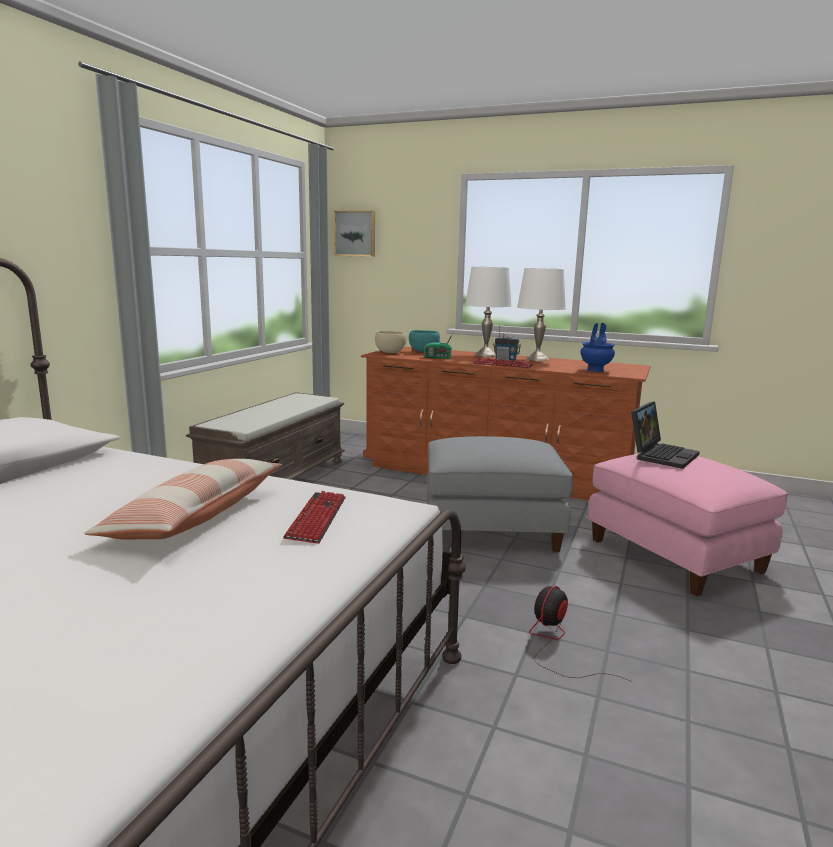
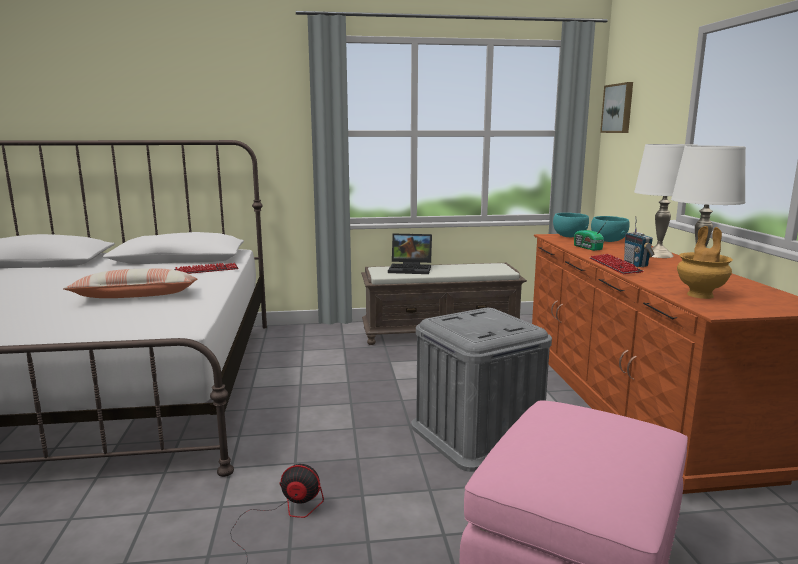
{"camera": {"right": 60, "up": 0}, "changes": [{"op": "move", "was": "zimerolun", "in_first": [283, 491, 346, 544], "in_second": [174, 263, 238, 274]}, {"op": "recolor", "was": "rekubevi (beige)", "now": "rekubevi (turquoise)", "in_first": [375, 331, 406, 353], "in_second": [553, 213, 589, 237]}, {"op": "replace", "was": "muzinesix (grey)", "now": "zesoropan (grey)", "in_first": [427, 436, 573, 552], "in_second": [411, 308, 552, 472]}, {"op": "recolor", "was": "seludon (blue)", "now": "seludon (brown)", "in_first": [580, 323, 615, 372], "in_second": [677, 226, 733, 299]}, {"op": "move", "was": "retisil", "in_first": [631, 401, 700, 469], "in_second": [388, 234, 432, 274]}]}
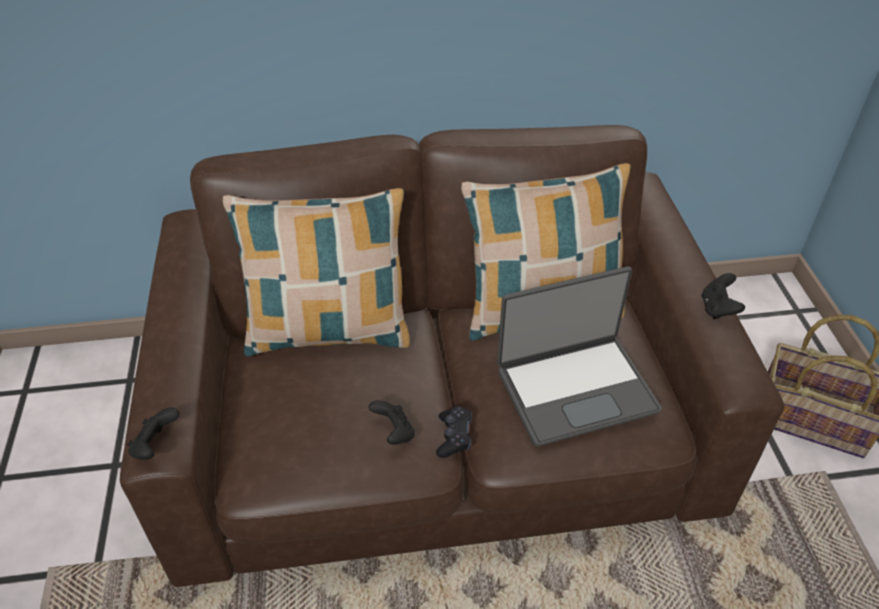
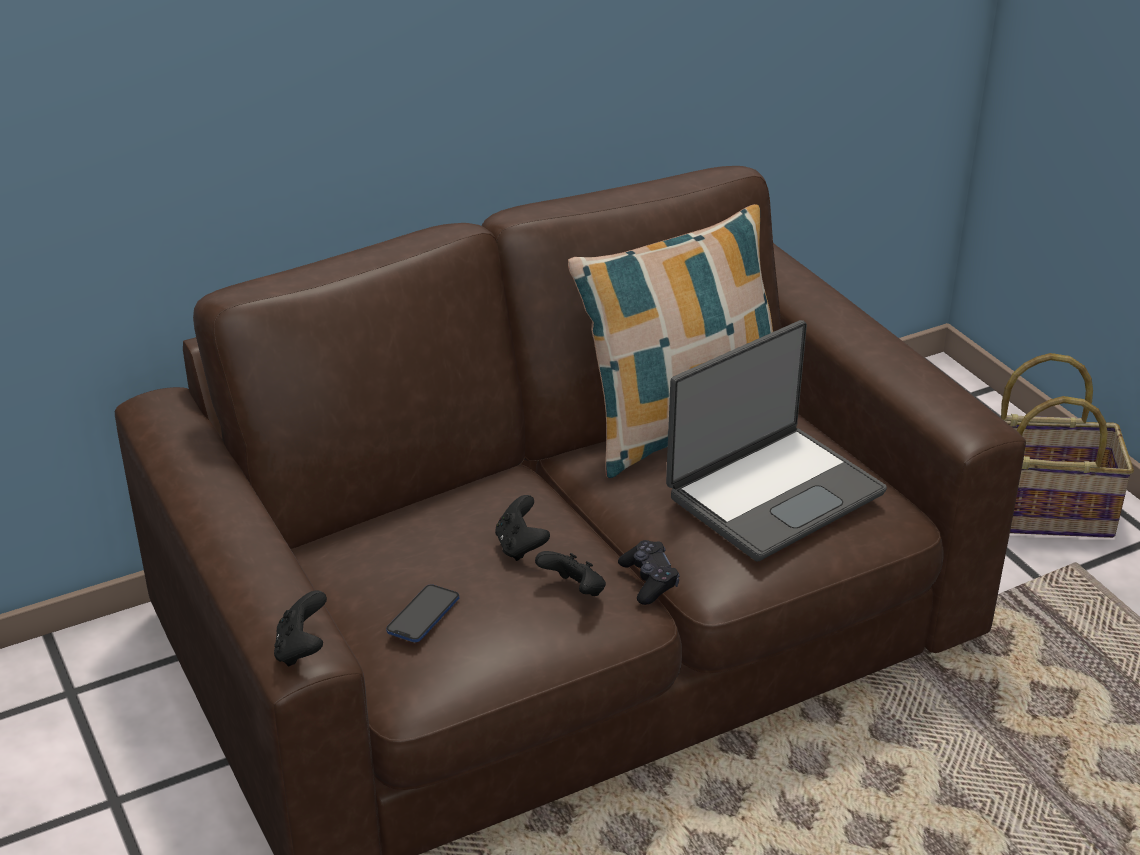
{"camera": {"right": -20, "up": -10}, "changes": [{"op": "delete", "was": "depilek", "in_first": [223, 188, 410, 356]}, {"op": "move", "was": "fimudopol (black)", "in_first": [702, 273, 745, 319], "in_second": [495, 495, 550, 561]}, {"op": "insert", "now": "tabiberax", "in_second": [386, 584, 459, 642]}]}
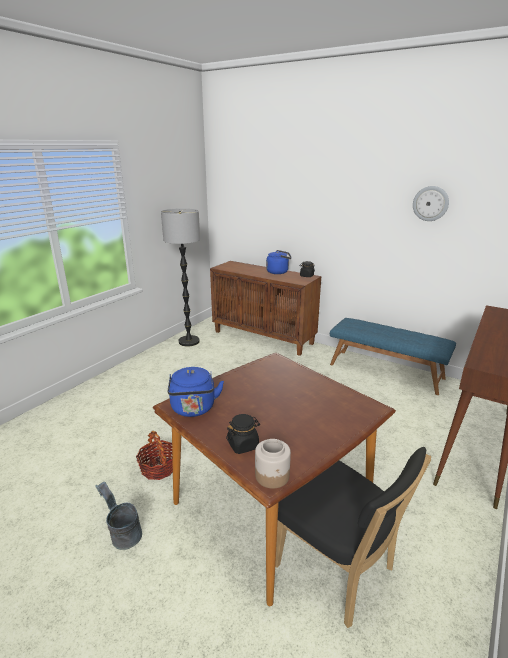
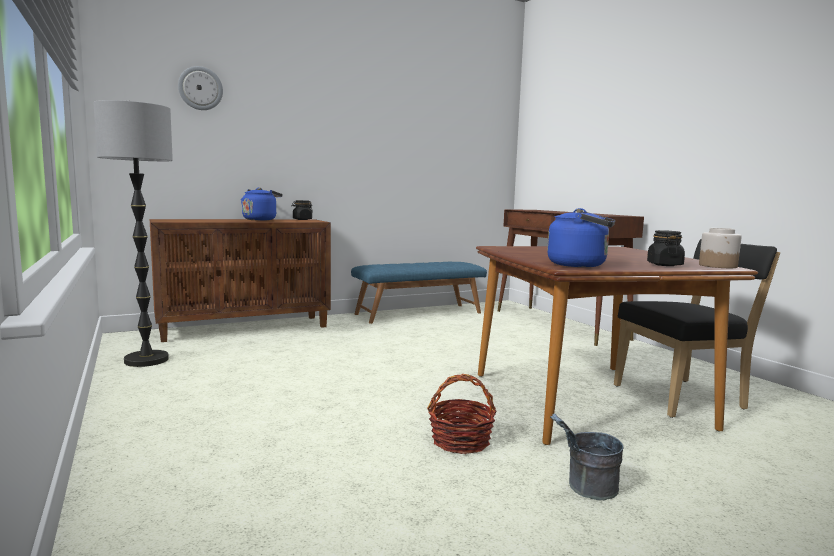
{"camera": {"right": -60, "up": -15}, "changes": [{"op": "move", "was": "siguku", "in_first": [413, 186, 449, 221], "in_second": [178, 66, 223, 110]}]}
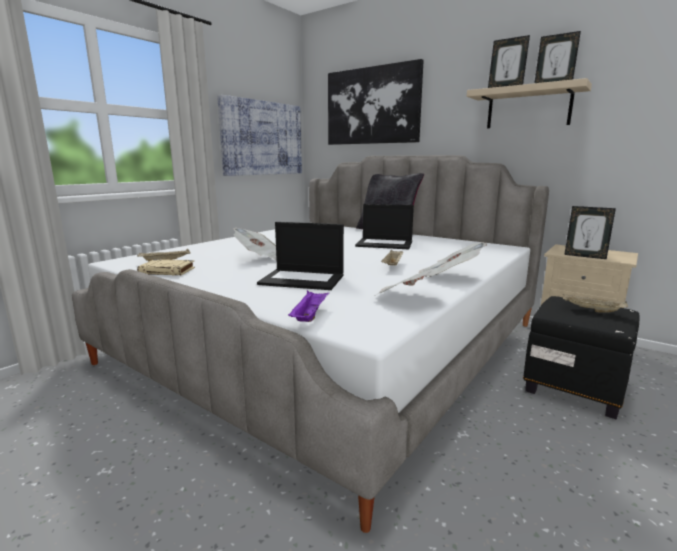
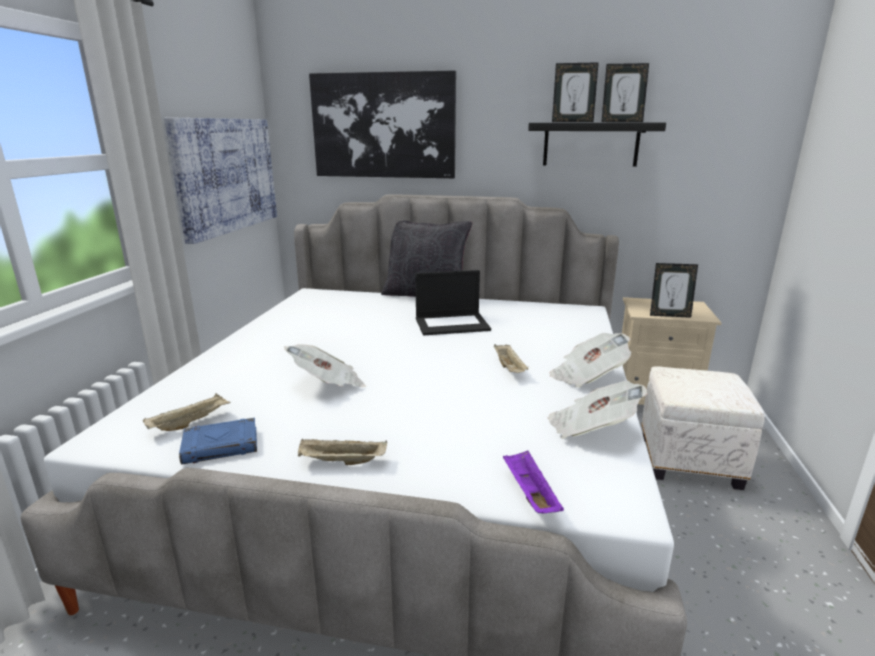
{"camera": {"right": -25, "up": 5}, "changes": [{"op": "recolor", "was": "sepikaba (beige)", "now": "sepikaba (blue)", "in_first": [137, 259, 195, 276], "in_second": [179, 418, 257, 465]}, {"op": "delete", "was": "retisil", "in_first": [257, 222, 344, 290]}, {"op": "recolor", "was": "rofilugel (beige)", "now": "rofilugel (black)", "in_first": [467, 78, 592, 128], "in_second": [528, 123, 666, 167]}, {"op": "recolor", "was": "muzinesix (black)", "now": "muzinesix (white)", "in_first": [523, 296, 640, 420], "in_second": [641, 366, 765, 490]}, {"op": "move", "was": "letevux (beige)", "in_first": [562, 294, 628, 313], "in_second": [298, 439, 387, 465]}]}
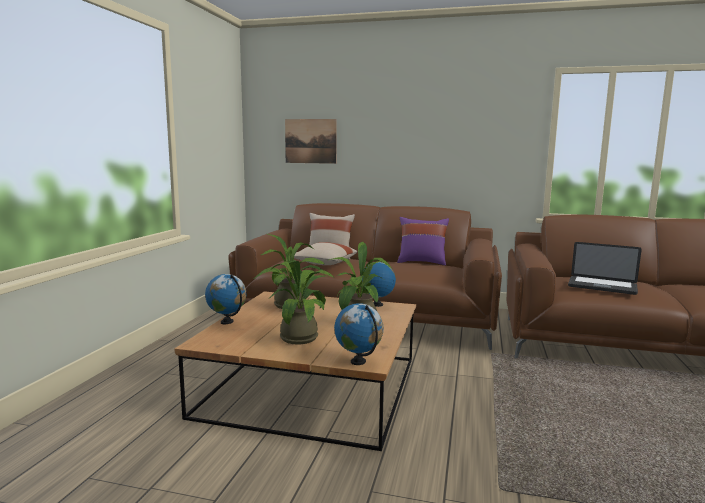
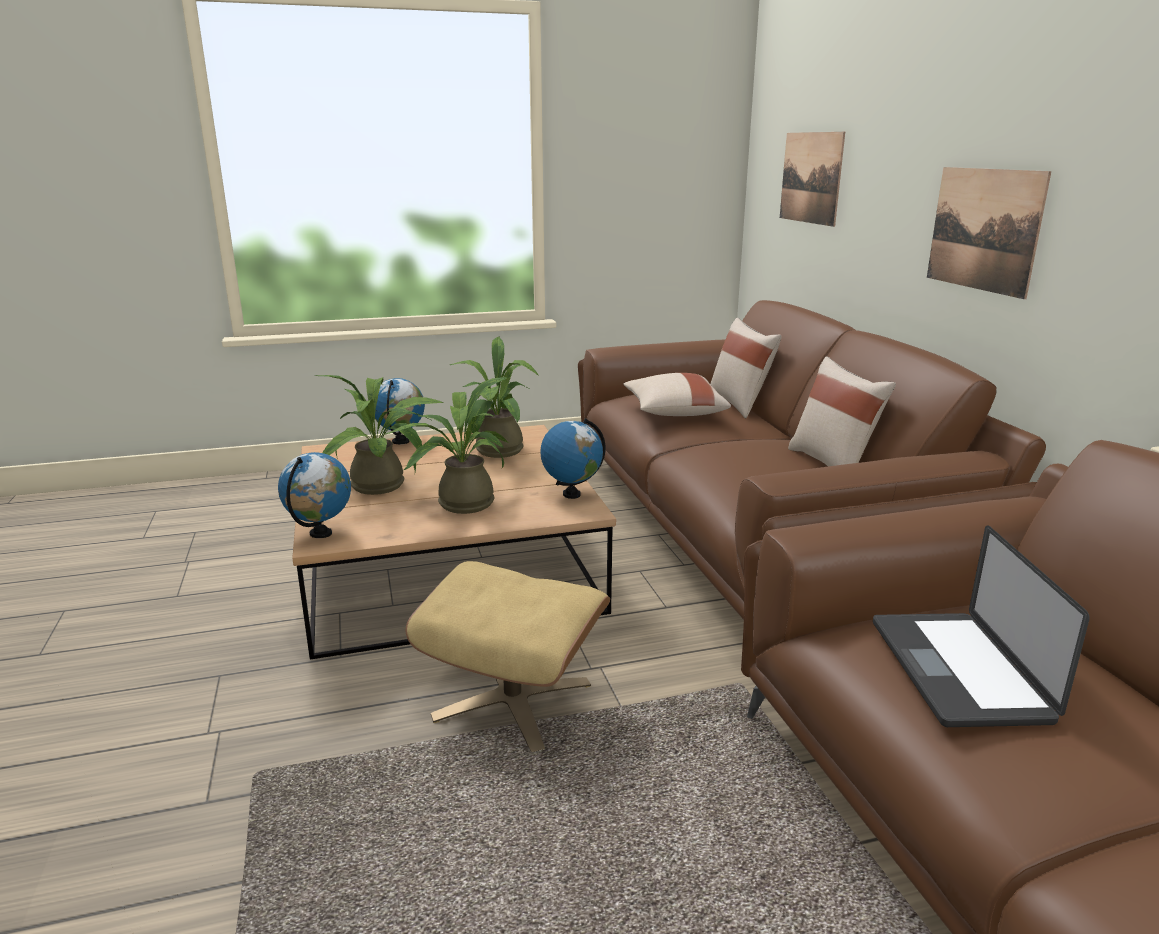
{"camera": {"right": 60, "up": 10}, "changes": [{"op": "recolor", "was": "depilek (purple)", "now": "depilek (beige)", "in_first": [397, 217, 449, 266], "in_second": [788, 356, 896, 466]}, {"op": "insert", "now": "muzinesix (beige)", "in_second": [405, 561, 610, 752]}, {"op": "insert", "now": "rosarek", "in_second": [927, 167, 1051, 299]}]}
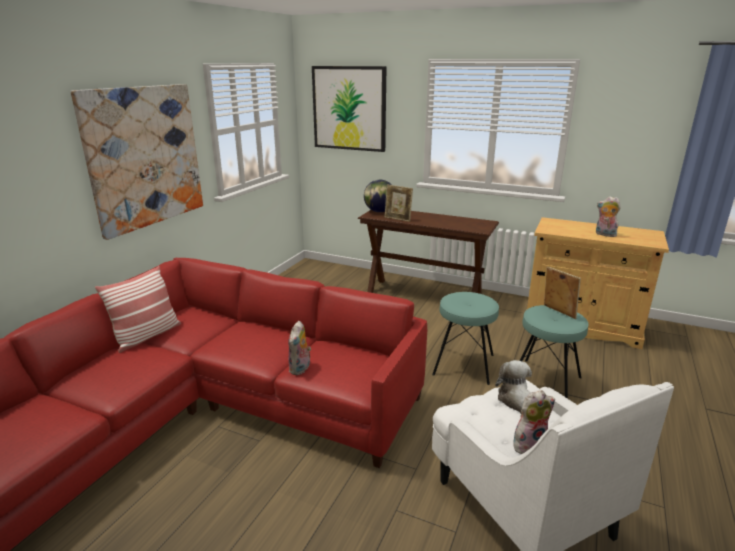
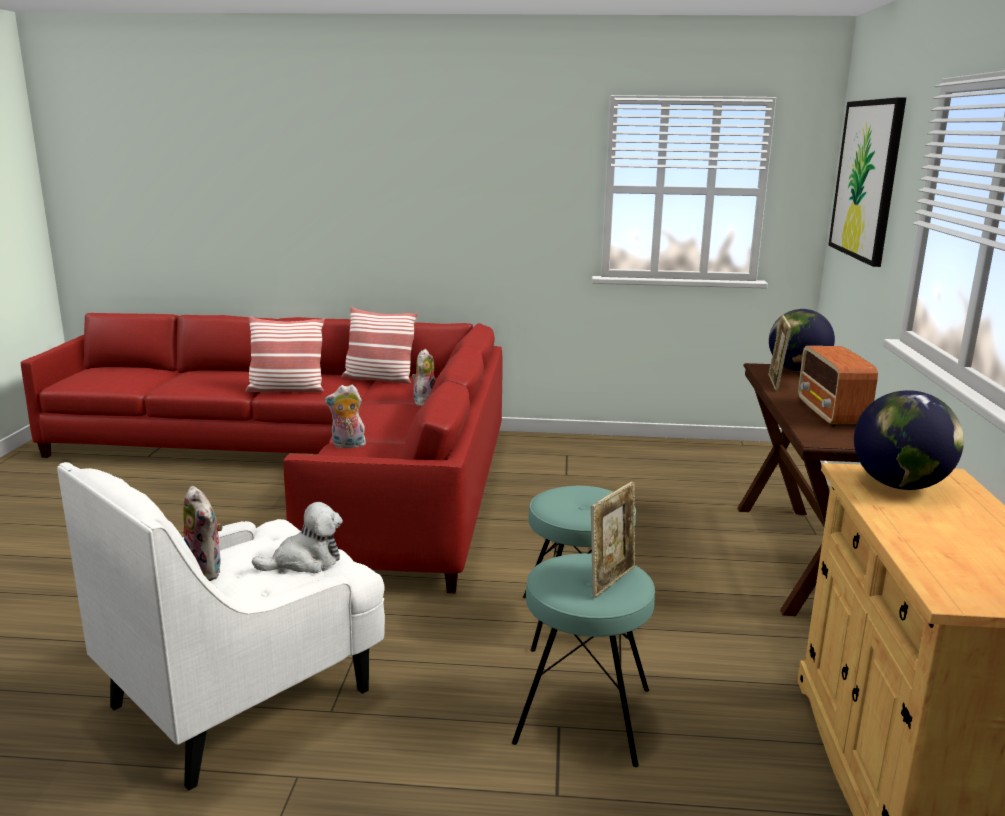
{"camera": {"right": 70, "up": -5}, "changes": [{"op": "delete", "was": "rosarek", "in_first": [71, 84, 203, 240]}, {"op": "move", "was": "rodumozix", "in_first": [596, 196, 621, 237], "in_second": [412, 349, 435, 406]}, {"op": "insert", "now": "depilek", "in_second": [246, 316, 325, 392]}, {"op": "insert", "now": "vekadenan", "in_second": [798, 346, 878, 426]}, {"op": "insert", "now": "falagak", "in_second": [854, 390, 964, 490]}]}
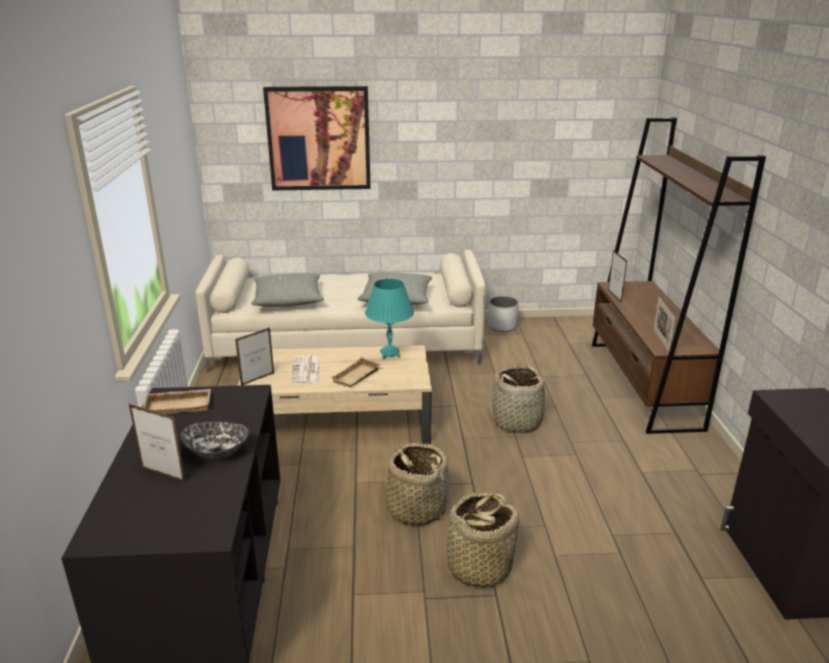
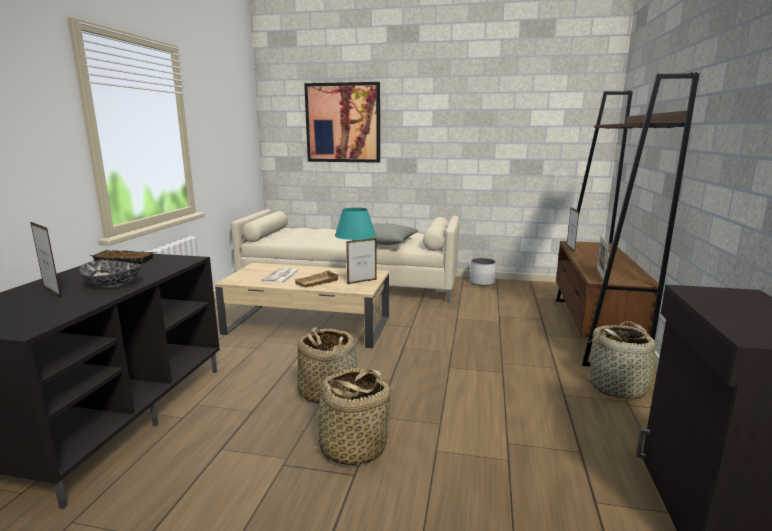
{"camera": {"right": 15, "up": -10}, "changes": [{"op": "recolor", "was": "letevux (beige)", "now": "letevux (black)", "in_first": [143, 389, 211, 414], "in_second": [90, 250, 156, 264]}, {"op": "move", "was": "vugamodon", "in_first": [235, 328, 274, 386], "in_second": [346, 238, 377, 284]}, {"op": "delete", "was": "depilek (grey)", "in_first": [251, 273, 324, 307]}, {"op": "move", "was": "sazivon", "in_first": [486, 363, 556, 433], "in_second": [582, 321, 661, 399]}]}
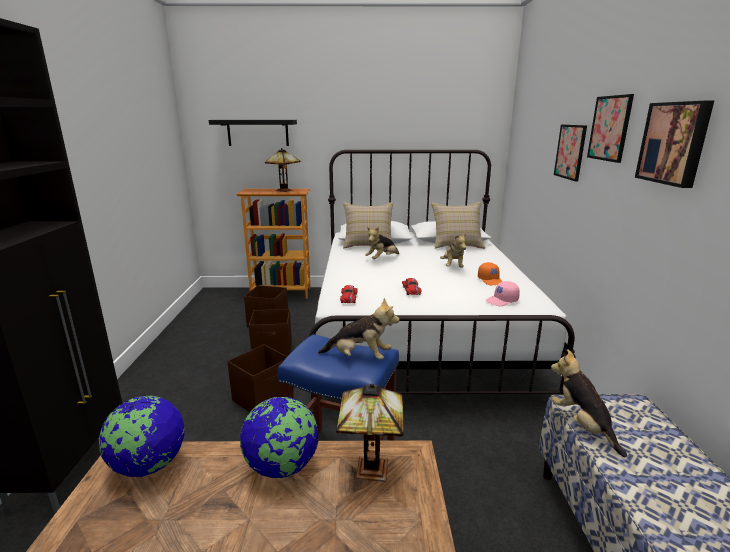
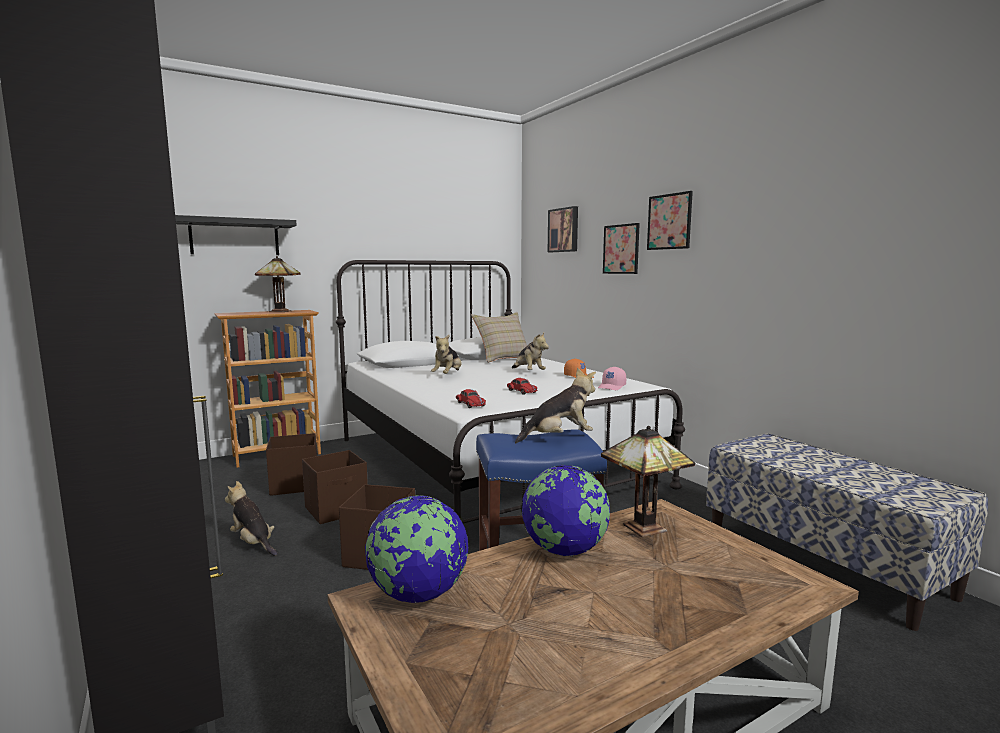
{"camera": {"right": -30, "up": -10}, "changes": [{"op": "delete", "was": "depilek (beige)", "in_first": [343, 202, 394, 248]}, {"op": "move", "was": "rodumozix", "in_first": [551, 349, 627, 457], "in_second": [225, 481, 278, 556]}, {"op": "move", "was": "rosarek", "in_first": [635, 101, 714, 188], "in_second": [548, 206, 578, 252]}]}
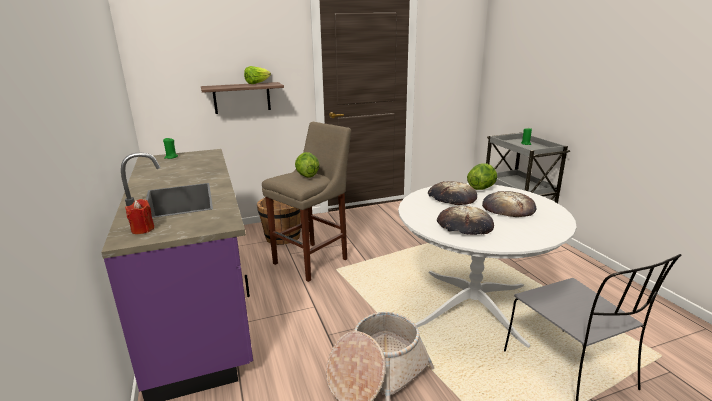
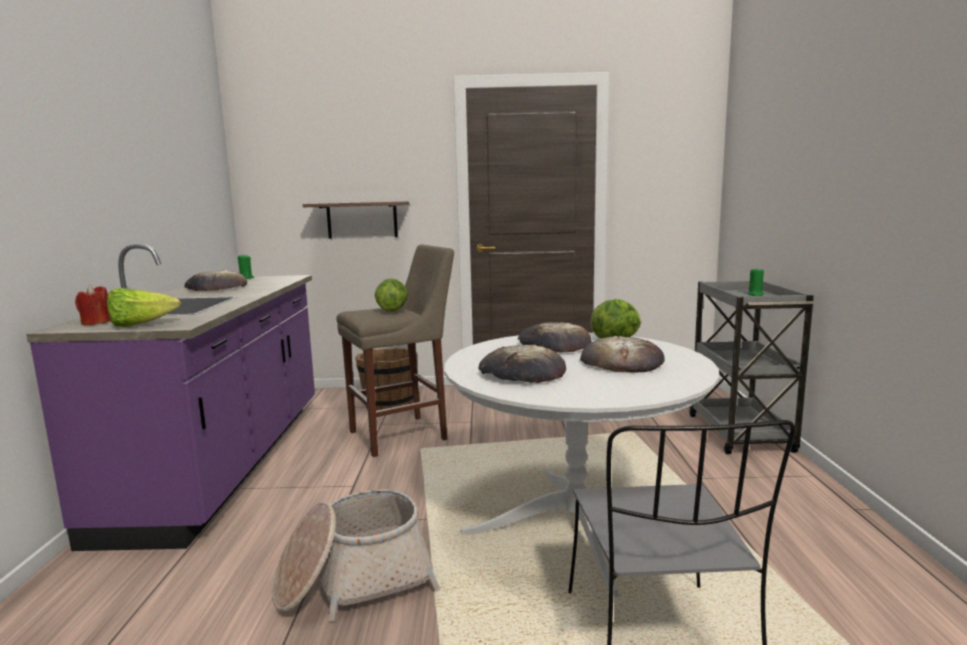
{"camera": {"right": 20, "up": -10}, "changes": [{"op": "move", "was": "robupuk", "in_first": [244, 66, 271, 84], "in_second": [107, 288, 181, 327]}, {"op": "insert", "now": "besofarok", "in_second": [184, 270, 247, 291]}]}
